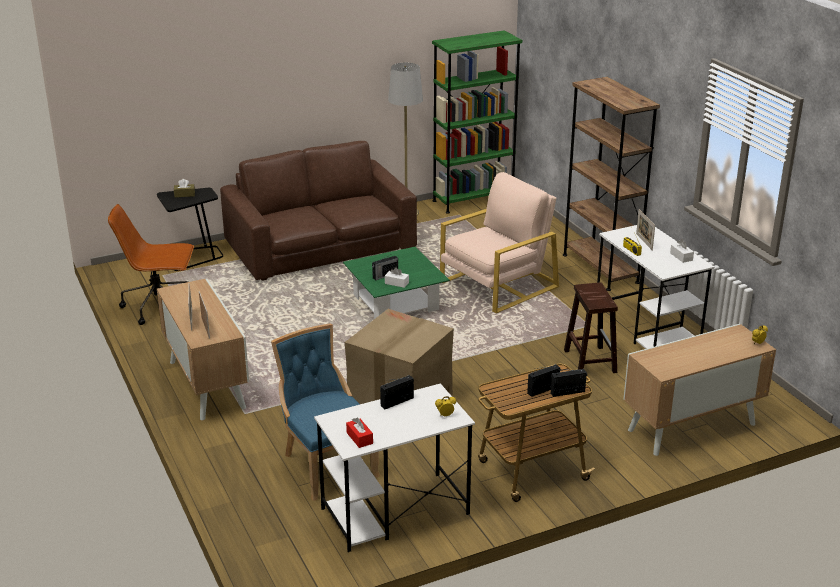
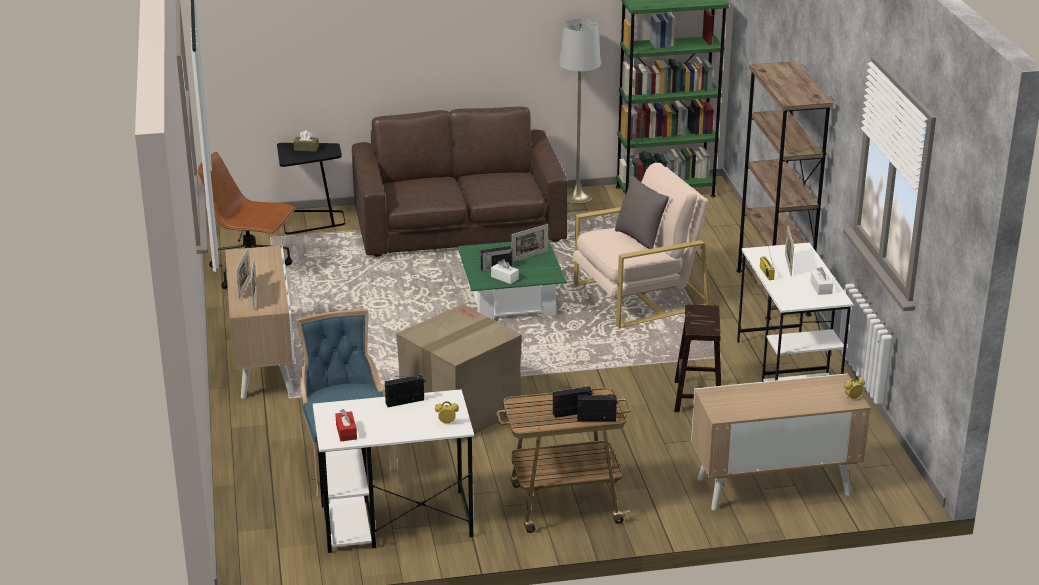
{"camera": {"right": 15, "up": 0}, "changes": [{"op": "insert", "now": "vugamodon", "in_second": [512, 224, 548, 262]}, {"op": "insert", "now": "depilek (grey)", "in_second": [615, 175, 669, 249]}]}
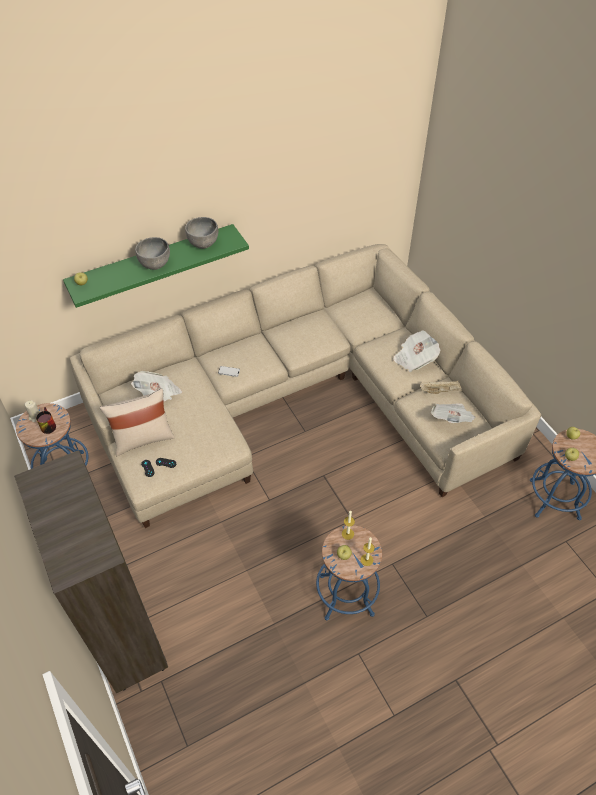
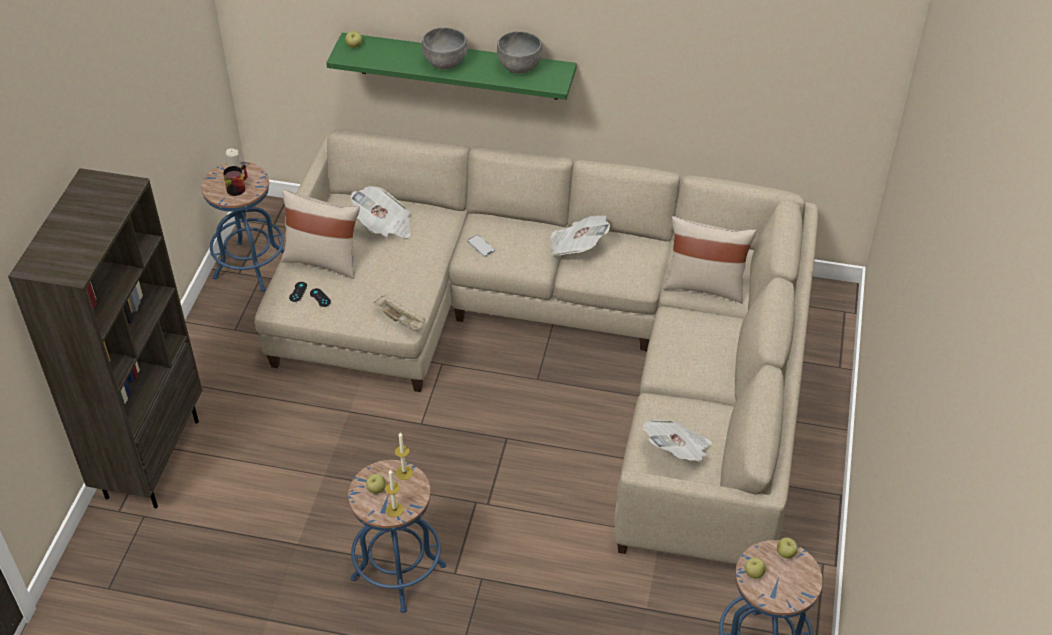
{"camera": {"right": 40, "up": -5}, "changes": [{"op": "move", "was": "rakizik", "in_first": [393, 330, 440, 372], "in_second": [551, 215, 610, 255]}, {"op": "move", "was": "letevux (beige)", "in_first": [421, 380, 462, 394], "in_second": [374, 295, 426, 331]}, {"op": "insert", "now": "depilek (beige)", "in_second": [663, 216, 756, 303]}]}
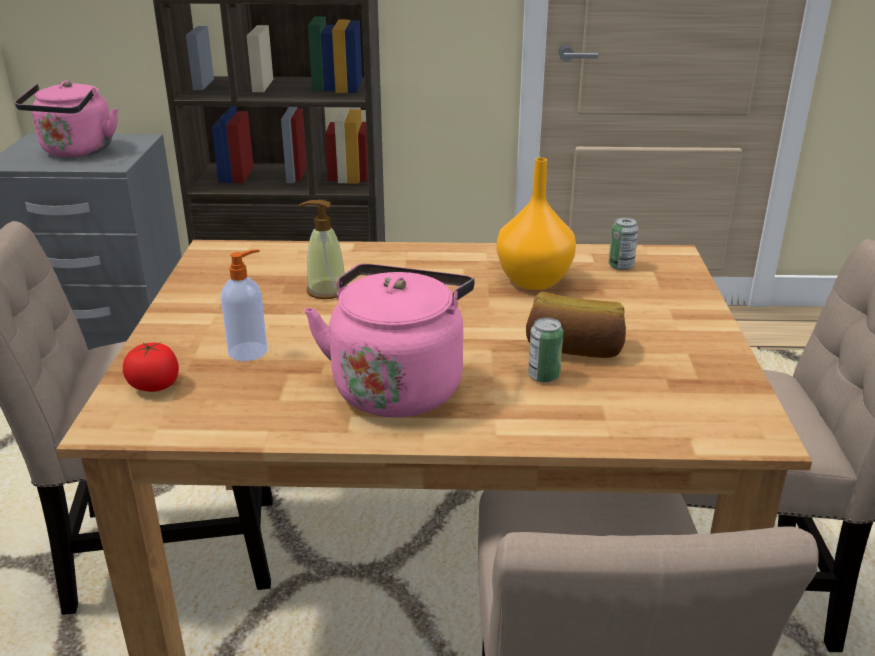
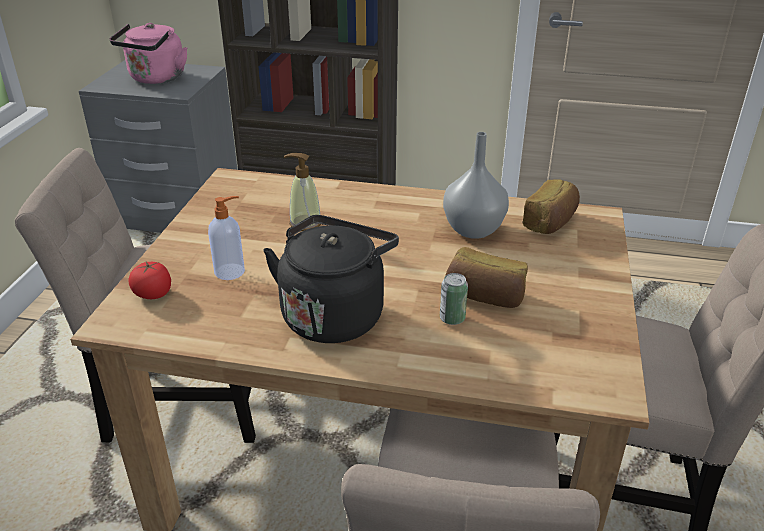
{"camera": {"right": 10, "up": 5}, "changes": [{"op": "recolor", "was": "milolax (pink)", "now": "milolax (black)", "in_first": [304, 264, 475, 417], "in_second": [263, 215, 399, 343]}, {"op": "recolor", "was": "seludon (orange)", "now": "seludon (grey)", "in_first": [496, 158, 576, 290], "in_second": [443, 132, 509, 239]}, {"op": "replace", "was": "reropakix", "now": "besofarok", "in_first": [609, 217, 638, 270], "in_second": [523, 179, 580, 234]}]}
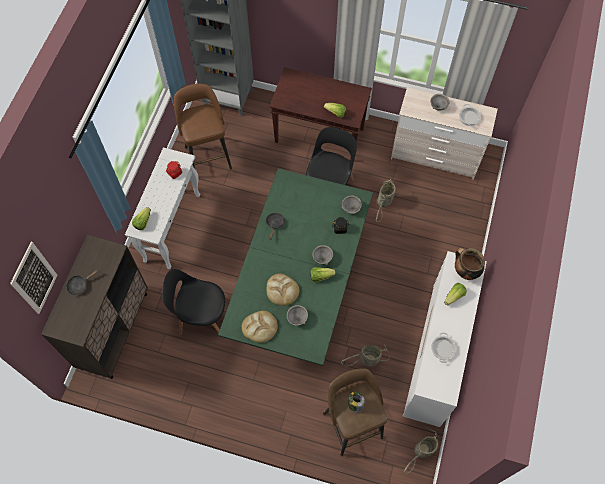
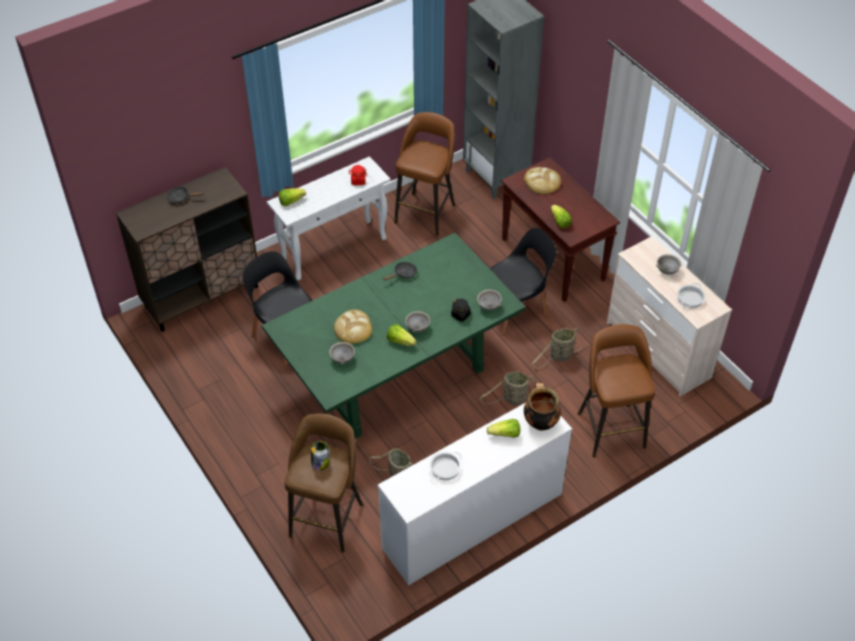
{"camera": {"right": 40, "up": -15}, "changes": [{"op": "delete", "was": "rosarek", "in_first": [10, 242, 58, 314]}, {"op": "move", "was": "besofarok", "in_first": [242, 311, 278, 343], "in_second": [524, 167, 561, 194]}, {"op": "move", "was": "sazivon", "in_first": [404, 427, 438, 473], "in_second": [480, 372, 535, 405]}, {"op": "insert", "now": "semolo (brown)", "in_second": [578, 324, 655, 458]}]}
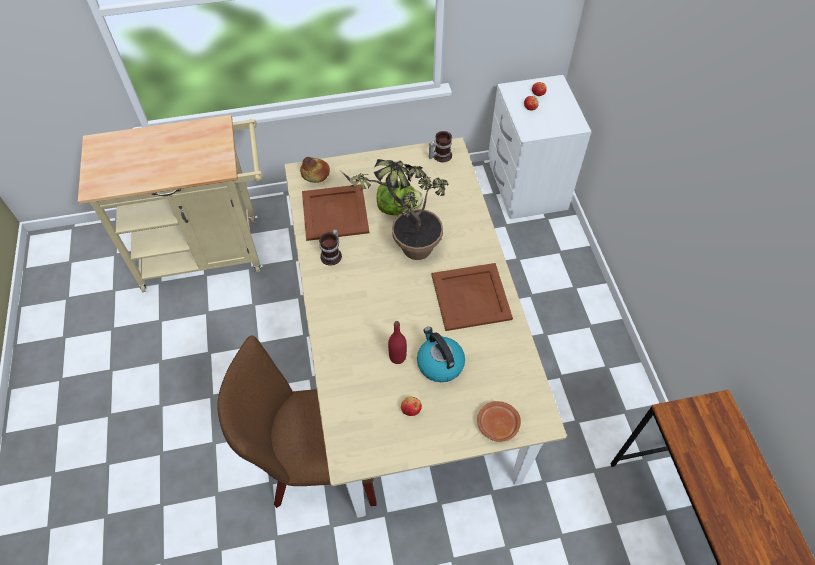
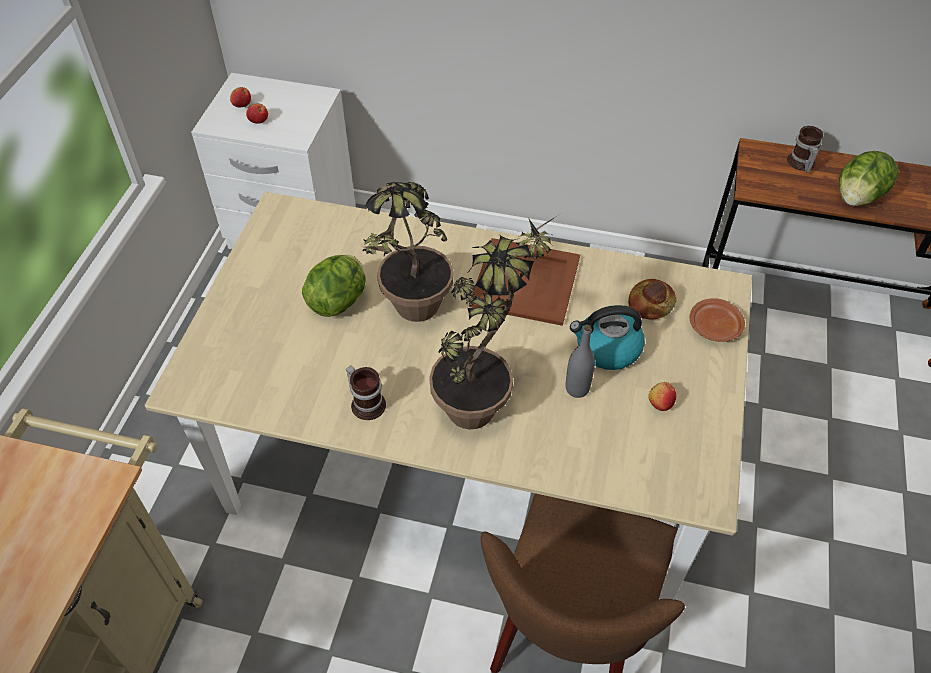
{"camera": {"right": -65, "up": -5}, "changes": [{"op": "move", "was": "besofarok", "in_first": [300, 157, 330, 183], "in_second": [628, 279, 676, 319]}, {"op": "delete", "was": "letevux (brown)", "in_first": [302, 184, 369, 241]}, {"op": "recolor", "was": "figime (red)", "now": "figime (grey)", "in_first": [388, 321, 407, 364], "in_second": [566, 325, 595, 398]}, {"op": "move", "was": "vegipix", "in_first": [429, 131, 452, 162], "in_second": [787, 126, 823, 172]}, {"op": "insert", "now": "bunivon", "in_second": [429, 215, 558, 429]}, {"op": "insert", "now": "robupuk", "in_second": [839, 151, 899, 206]}]}
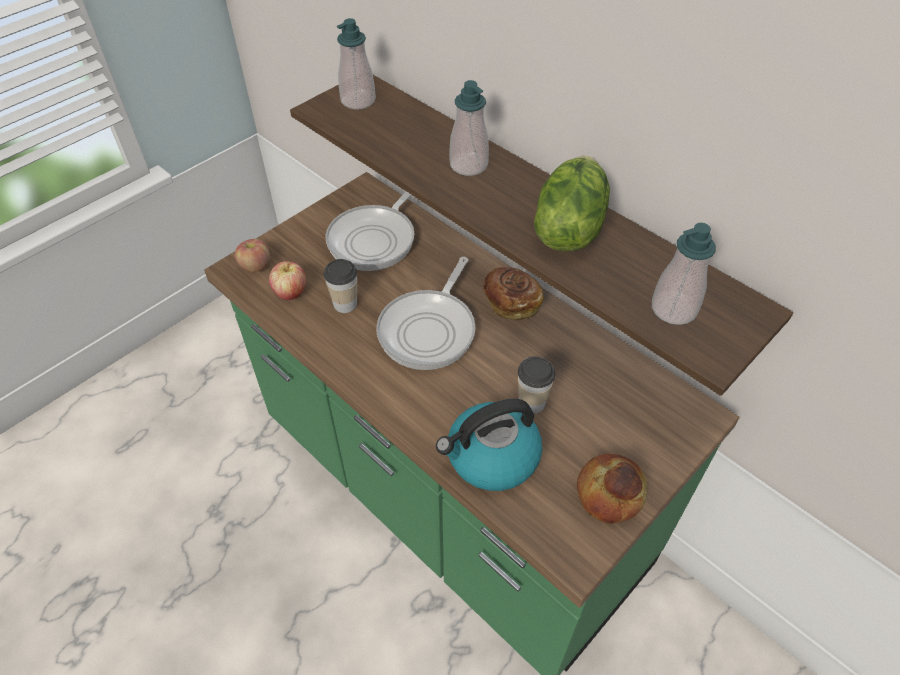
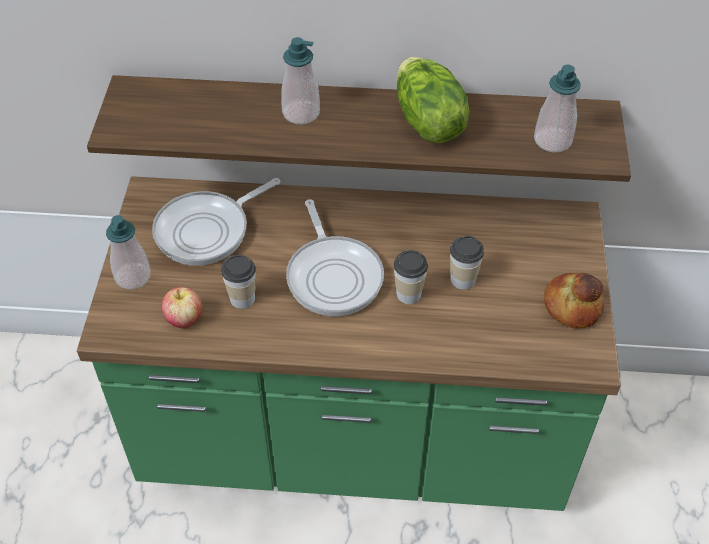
{"camera": {"right": -40, "up": 0}, "changes": [{"op": "delete", "was": "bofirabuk", "in_first": [235, 239, 270, 272]}, {"op": "rotate", "was": "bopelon", "in_first": [325, 191, 414, 271], "in_second": [152, 178, 280, 266], "clockwise": 60}, {"op": "move", "was": "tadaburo", "in_first": [337, 18, 376, 110], "in_second": [106, 215, 150, 290]}, {"op": "delete", "was": "milolax", "in_first": [436, 399, 542, 491]}, {"op": "delete", "was": "besofarok", "in_first": [483, 267, 544, 320]}, {"op": "insert", "now": "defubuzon", "in_second": [394, 250, 428, 304]}]}
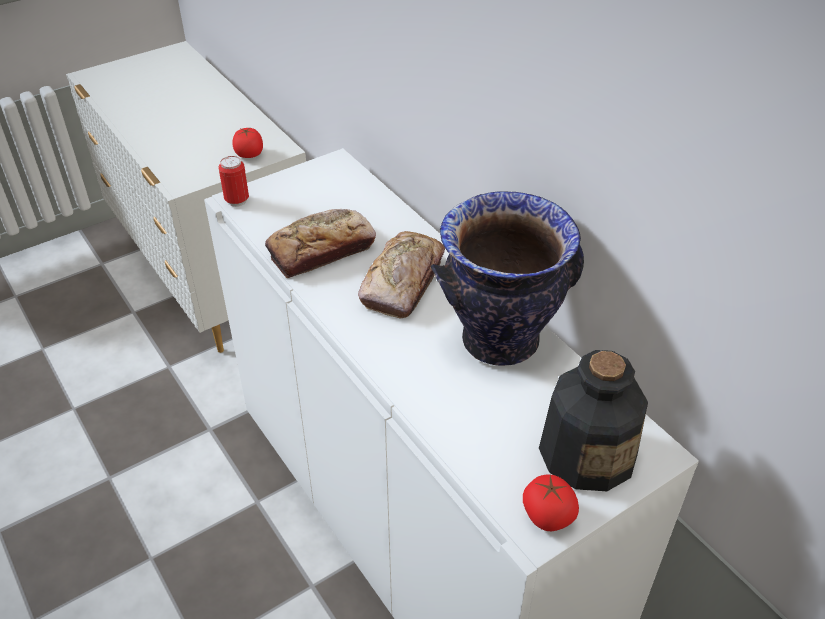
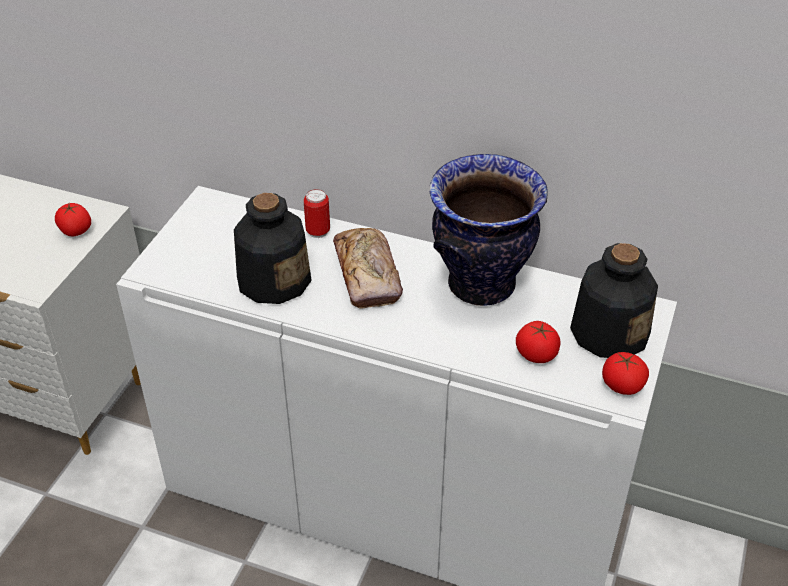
{"camera": {"right": -35, "up": 0}, "changes": [{"op": "move", "was": "reropakix", "in_first": [218, 156, 249, 207], "in_second": [304, 189, 330, 238]}, {"op": "replace", "was": "besofarok", "now": "figime", "in_first": [265, 209, 376, 278], "in_second": [234, 193, 312, 304]}, {"op": "insert", "now": "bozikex", "in_second": [516, 321, 561, 363]}]}
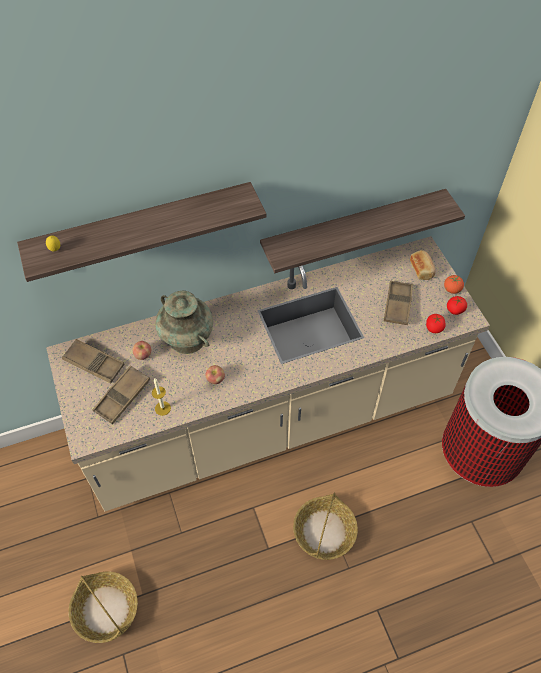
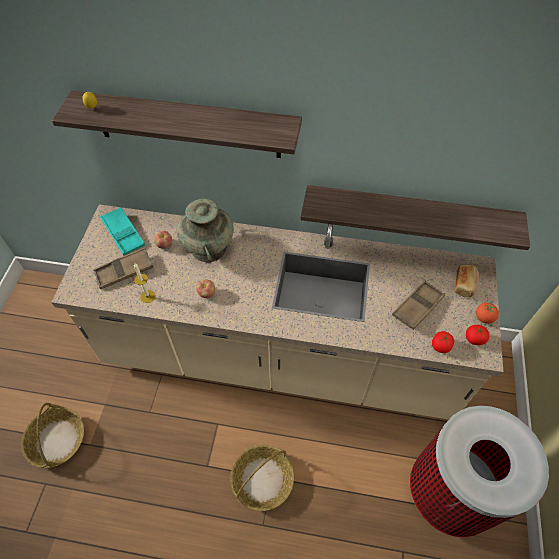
{"camera": {"right": 30, "up": 0}, "changes": [{"op": "recolor", "was": "letevux (brown)", "now": "letevux (turquoise)", "in_first": [62, 339, 124, 384], "in_second": [100, 207, 145, 256]}]}
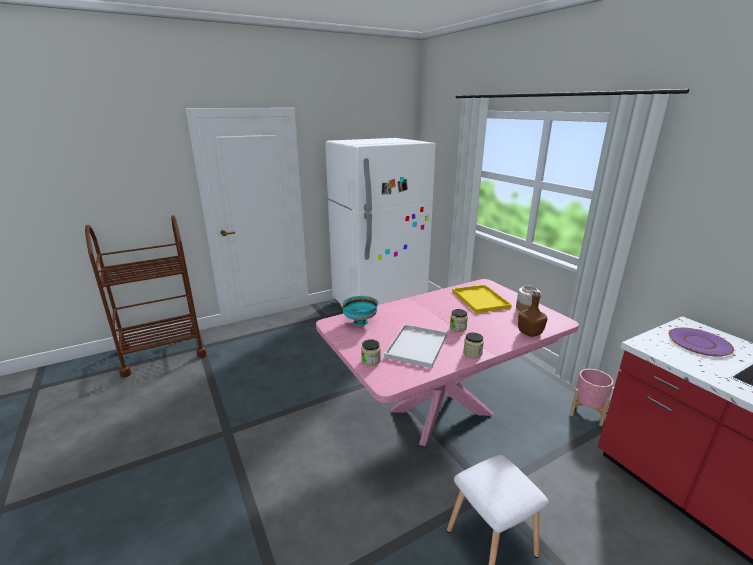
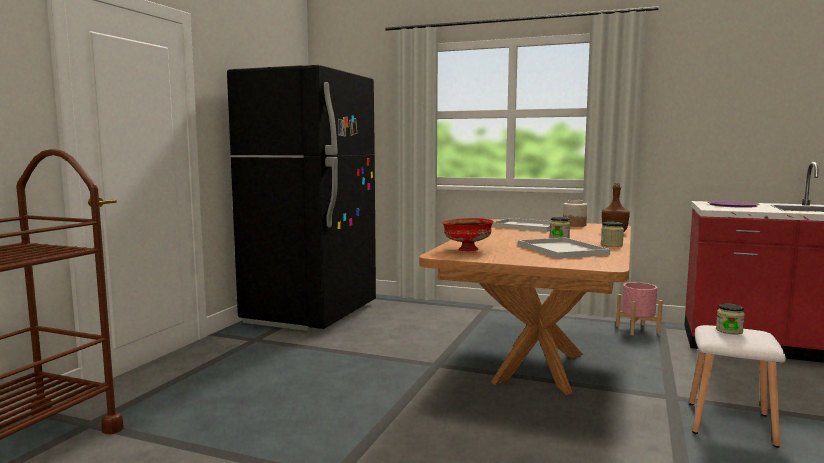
{"camera": {"right": -40, "up": -15}, "changes": [{"op": "recolor", "was": "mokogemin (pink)", "now": "mokogemin (brown)", "in_first": [316, 279, 579, 446], "in_second": [419, 219, 631, 395]}, {"op": "recolor", "was": "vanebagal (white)", "now": "vanebagal (black)", "in_first": [325, 138, 436, 305], "in_second": [227, 65, 376, 331]}, {"op": "recolor", "was": "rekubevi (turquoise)", "now": "rekubevi (red)", "in_first": [341, 296, 379, 326], "in_second": [442, 218, 494, 251]}, {"op": "move", "was": "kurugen", "in_first": [361, 339, 381, 366], "in_second": [716, 303, 745, 335]}, {"op": "recolor", "was": "letevux (yellow)", "now": "letevux (white)", "in_first": [452, 285, 512, 313], "in_second": [491, 218, 551, 232]}]}
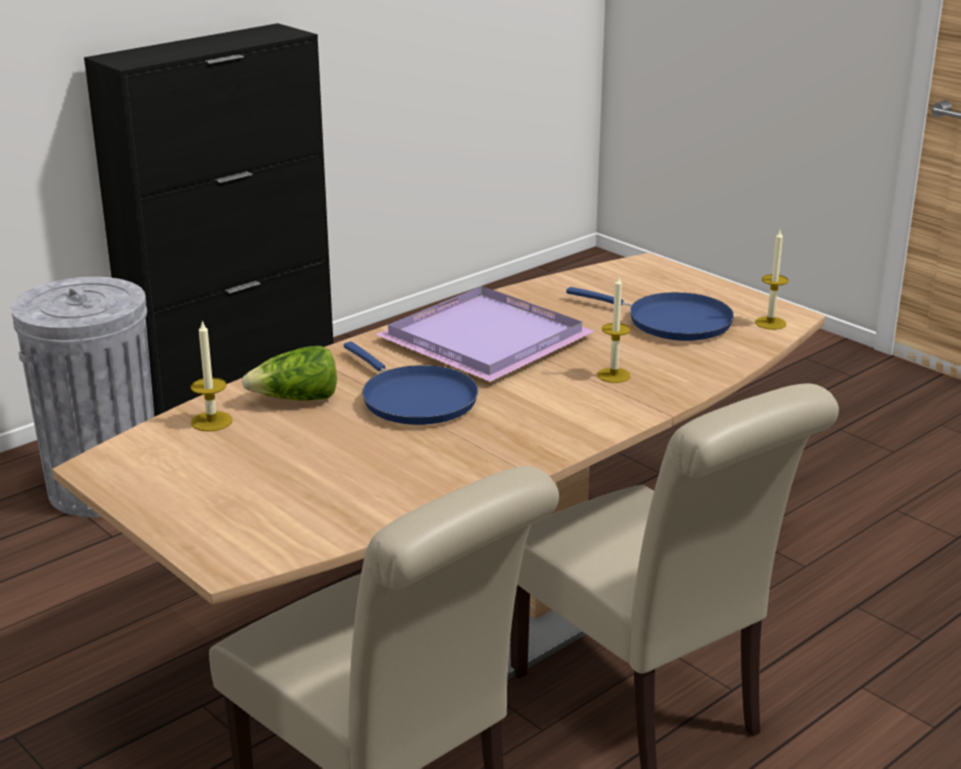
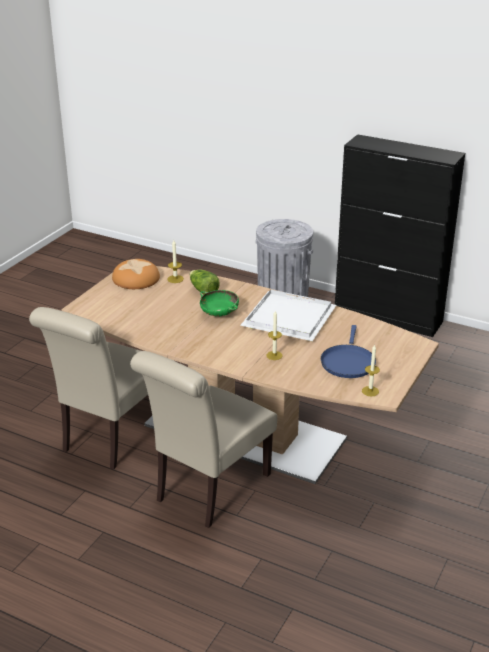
{"camera": {"right": 70, "up": 5}, "changes": [{"op": "replace", "was": "bopelon (blue)", "now": "rekubevi (green)", "in_first": [344, 342, 478, 425], "in_second": [200, 290, 239, 316]}, {"op": "recolor", "was": "letevux (purple)", "now": "letevux (white)", "in_first": [375, 286, 595, 382], "in_second": [240, 290, 336, 341]}, {"op": "insert", "now": "besofarok", "in_second": [112, 259, 160, 289]}]}
